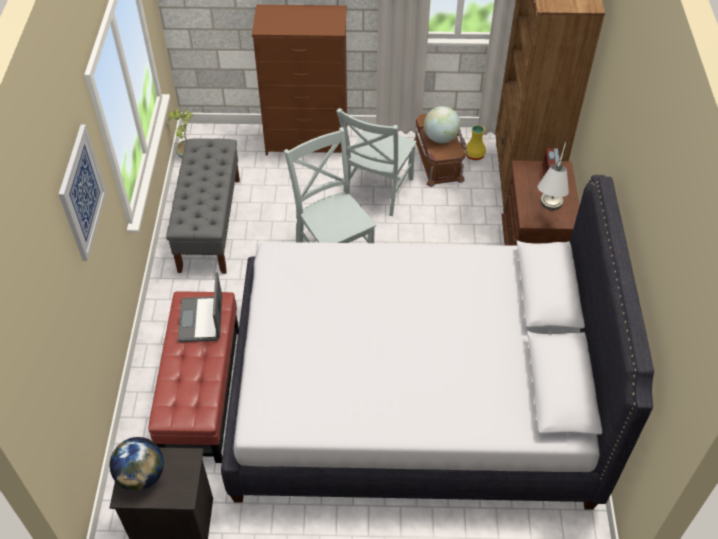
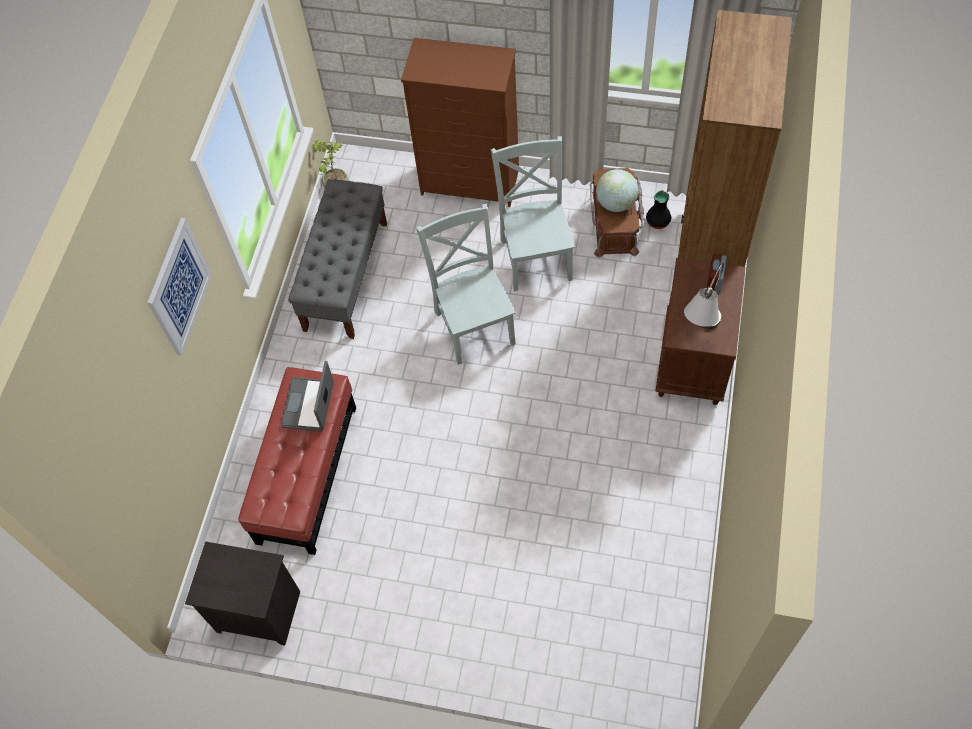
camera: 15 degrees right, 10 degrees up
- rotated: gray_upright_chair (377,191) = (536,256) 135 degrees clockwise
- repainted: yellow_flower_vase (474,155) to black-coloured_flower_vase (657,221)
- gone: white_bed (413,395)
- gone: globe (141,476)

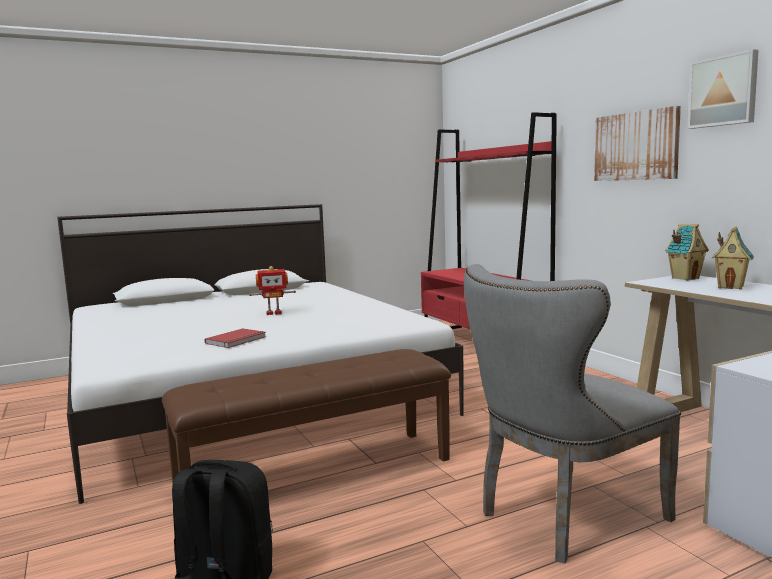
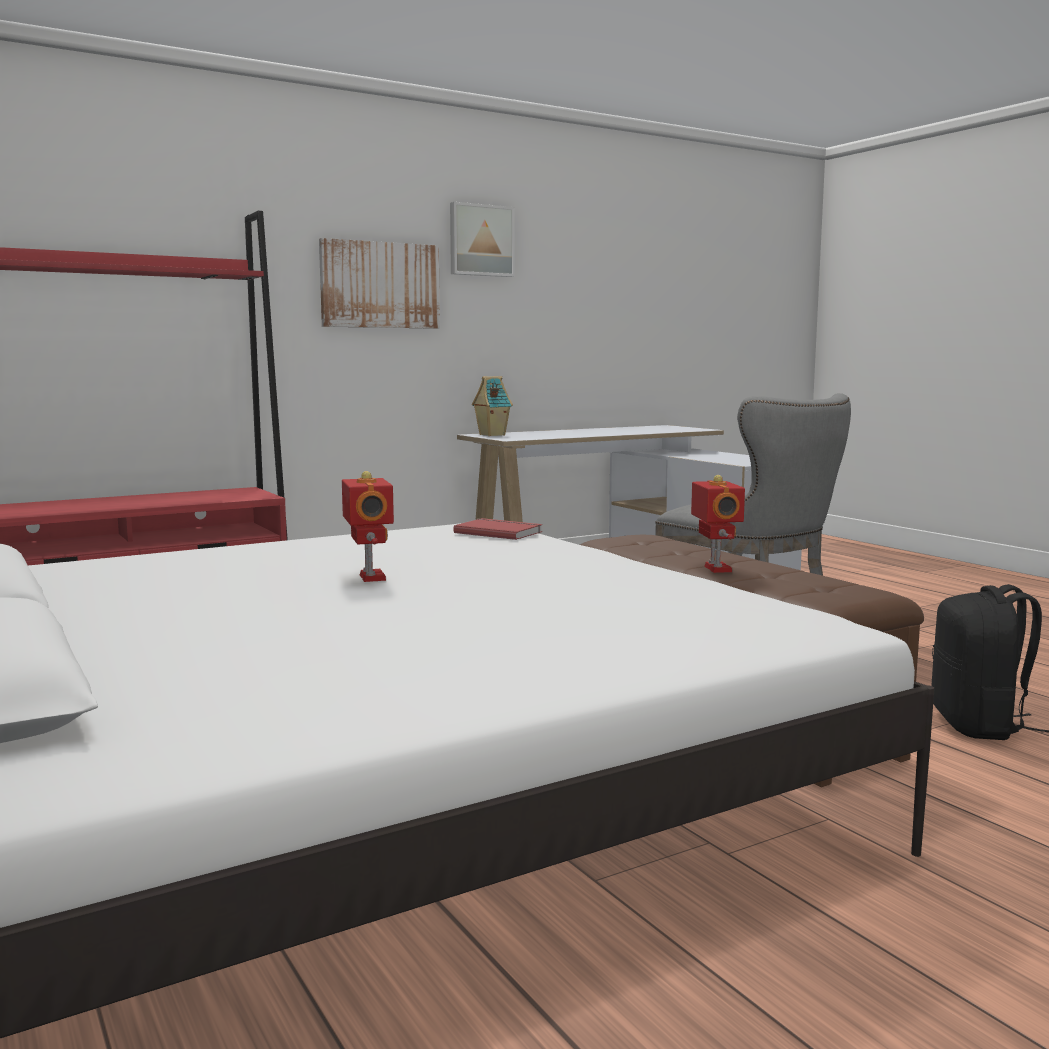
camera: 95 degrees left, 0 degrees up
- gone: toy_house (731,287)
- shifted: red-coloured_bound_book (237,340) to (499,532)
- new: model_robot (715,569)

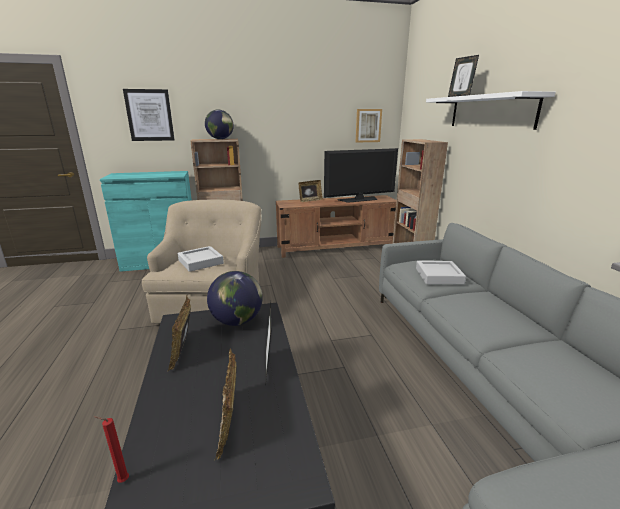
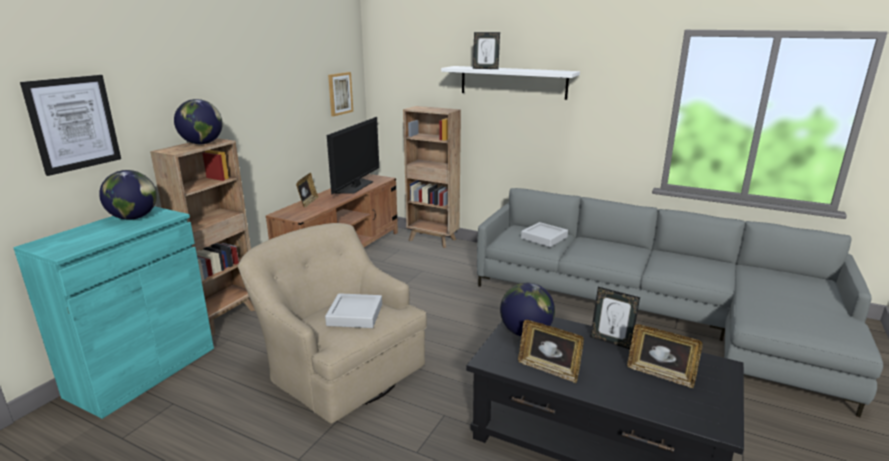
camera: 50 degrees left, 0 degrees up
- gone: red-coloured_wax_light (122,481)
- new: globe (134,218)

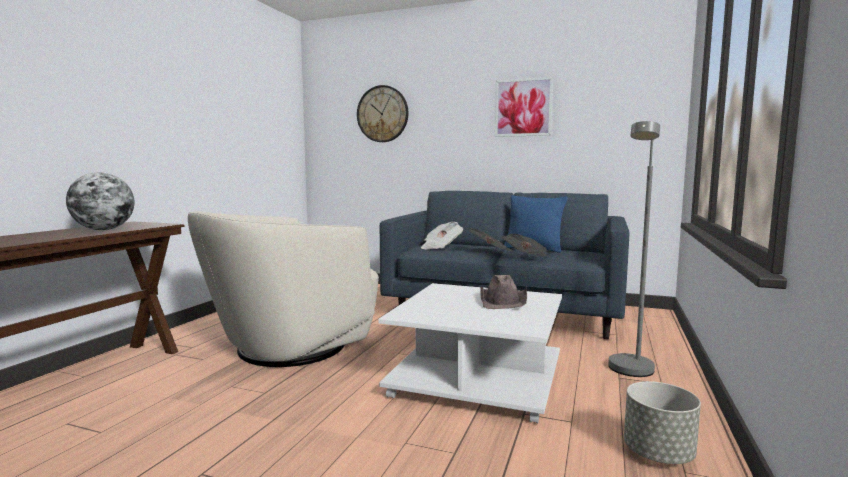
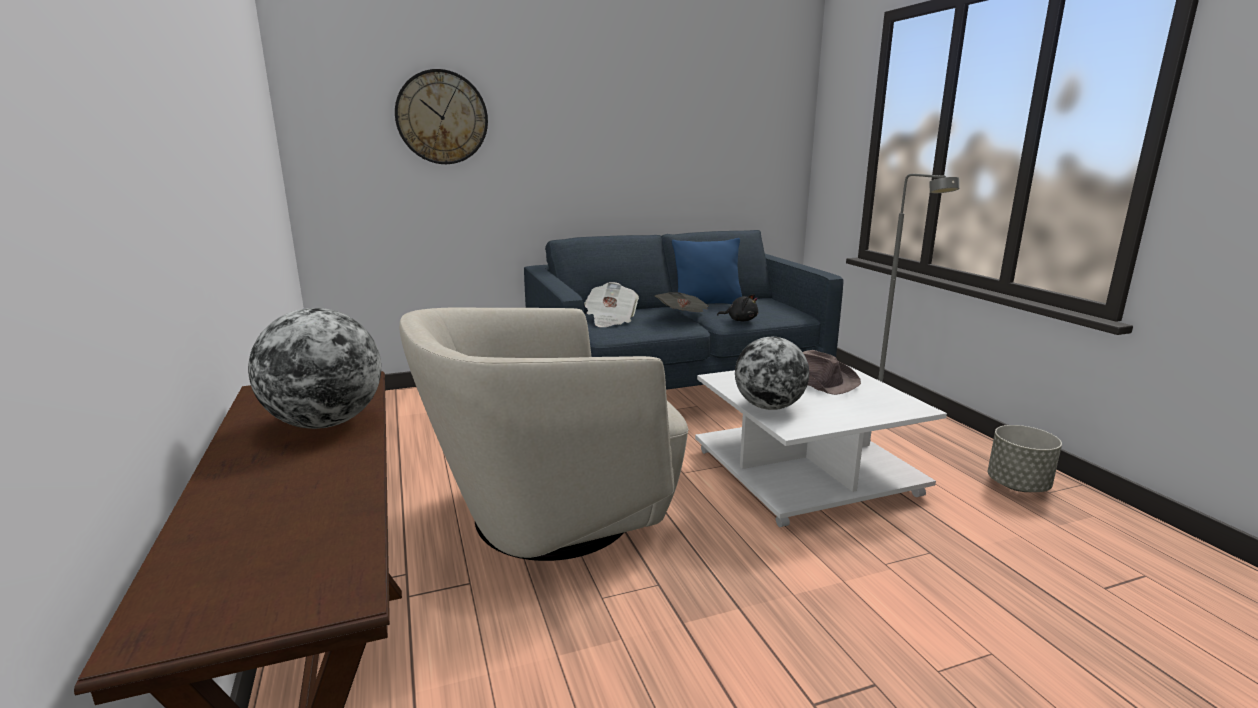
camera: 40 degrees left, 10 degrees up
- gone: wall_art (523,107)
- rotated: sand-coloured_armchair (289,347) = (550,515) 60 degrees clockwise
- swapped: newspaper (526,258) to black-coloured_cuddly_toy (740,320)
- new: globe (769,407)

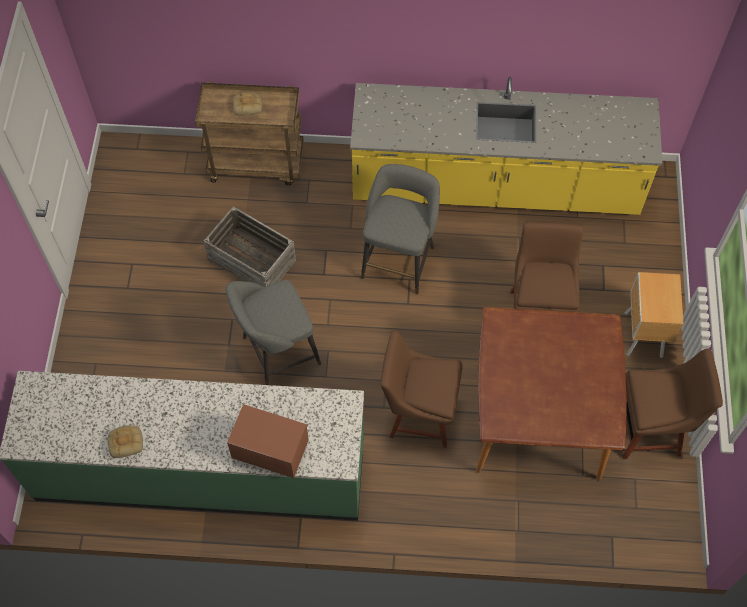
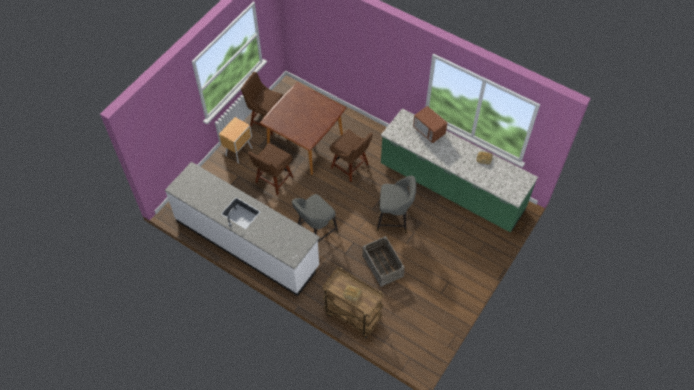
camera: 150 degrees left, 5 degrees down
- repainted: yellow_kitchen_base_unit (495,187) to white_kitchen_base_unit (247,243)

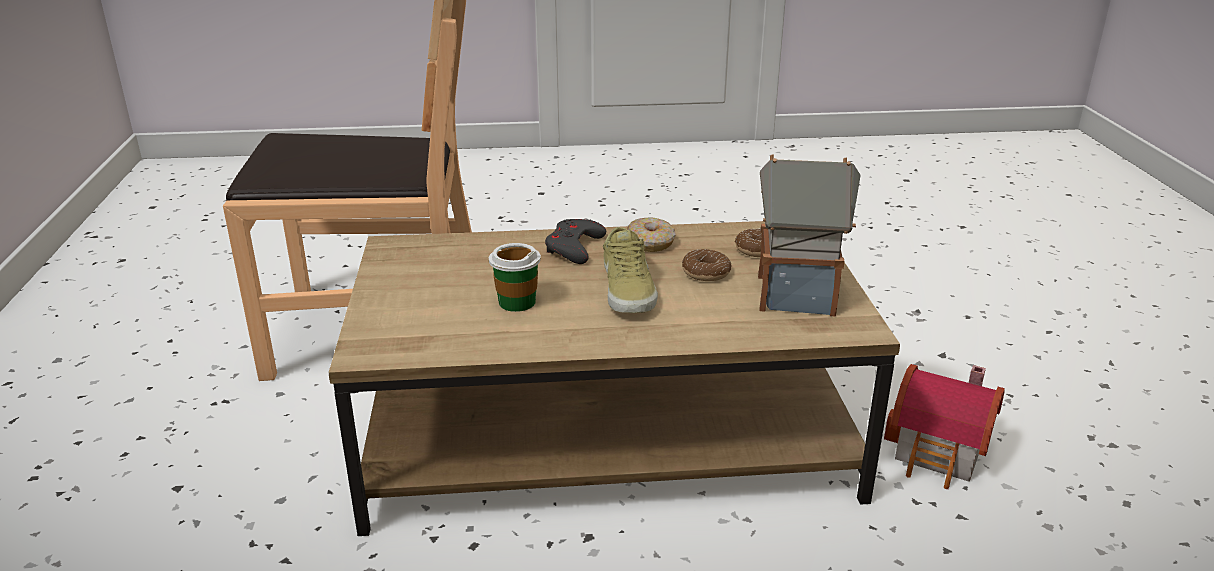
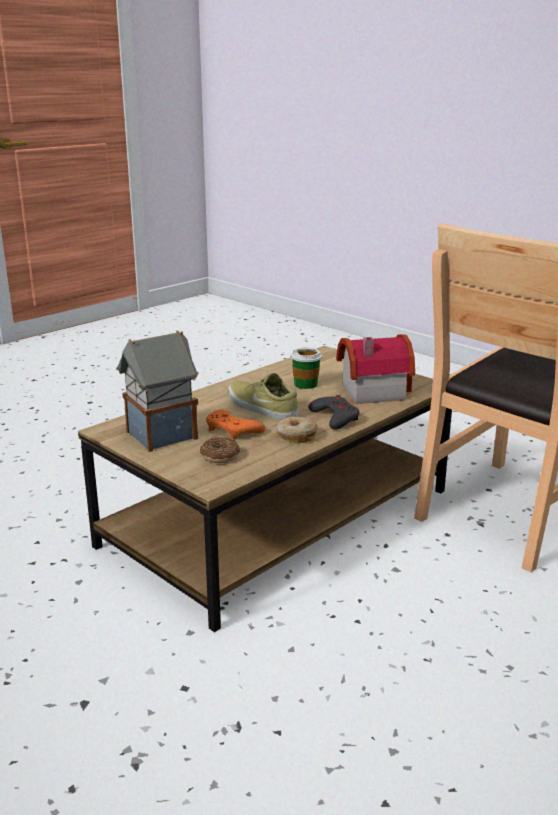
camera: 140 degrees right, 5 degrees down
- swapped: donut (706,273) to orange_game_controller (233,430)
- shifted: toy_house (940,454) to (370,390)

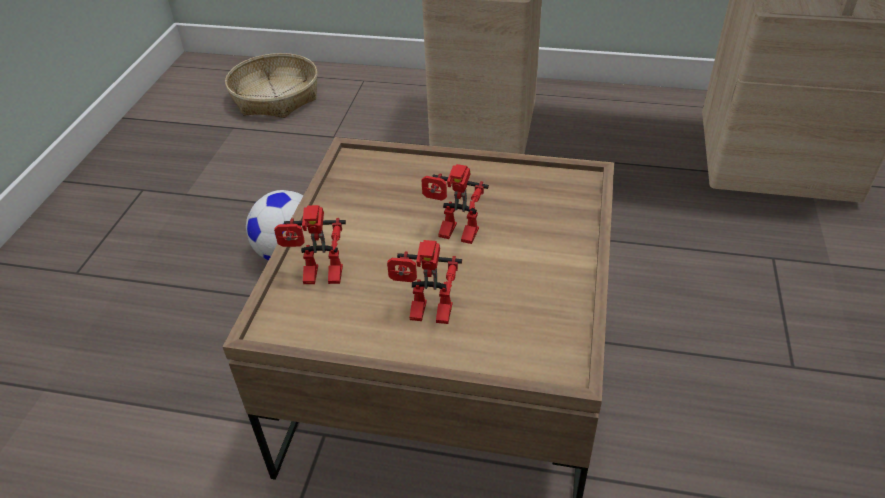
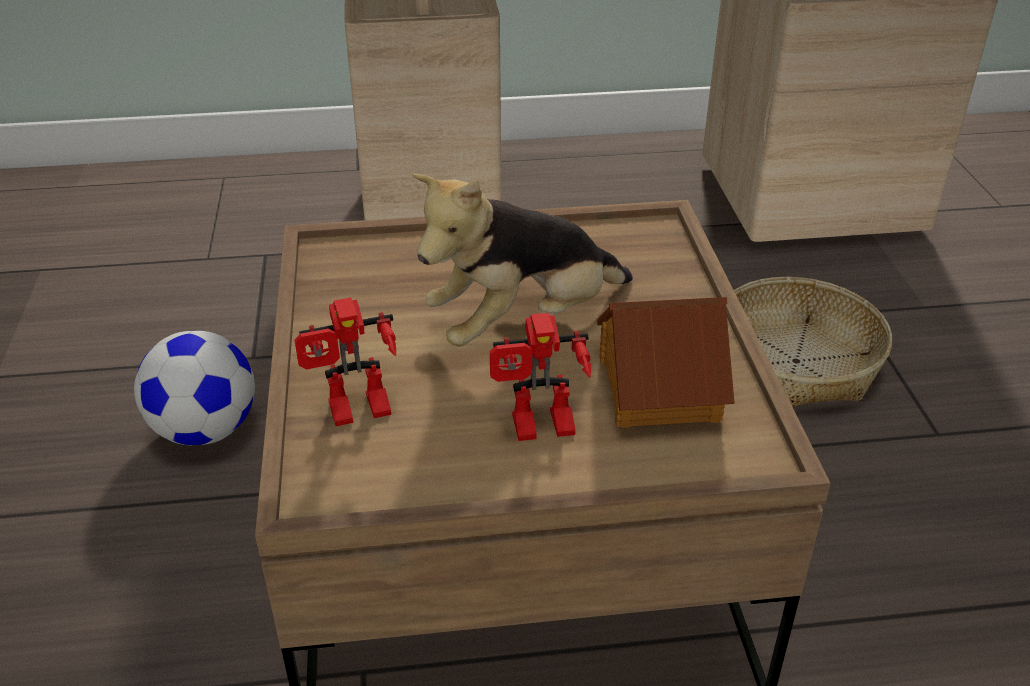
camera: 20 degrees left, 5 degrees down
- shifted: storage_basket (275,97) to (795,362)
- swapped: model_robot (454,235) to cuddly_toy (523,322)
- new: toy_house (656,387)

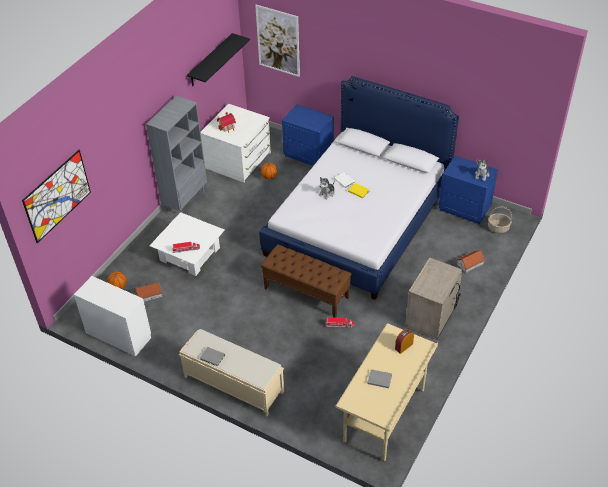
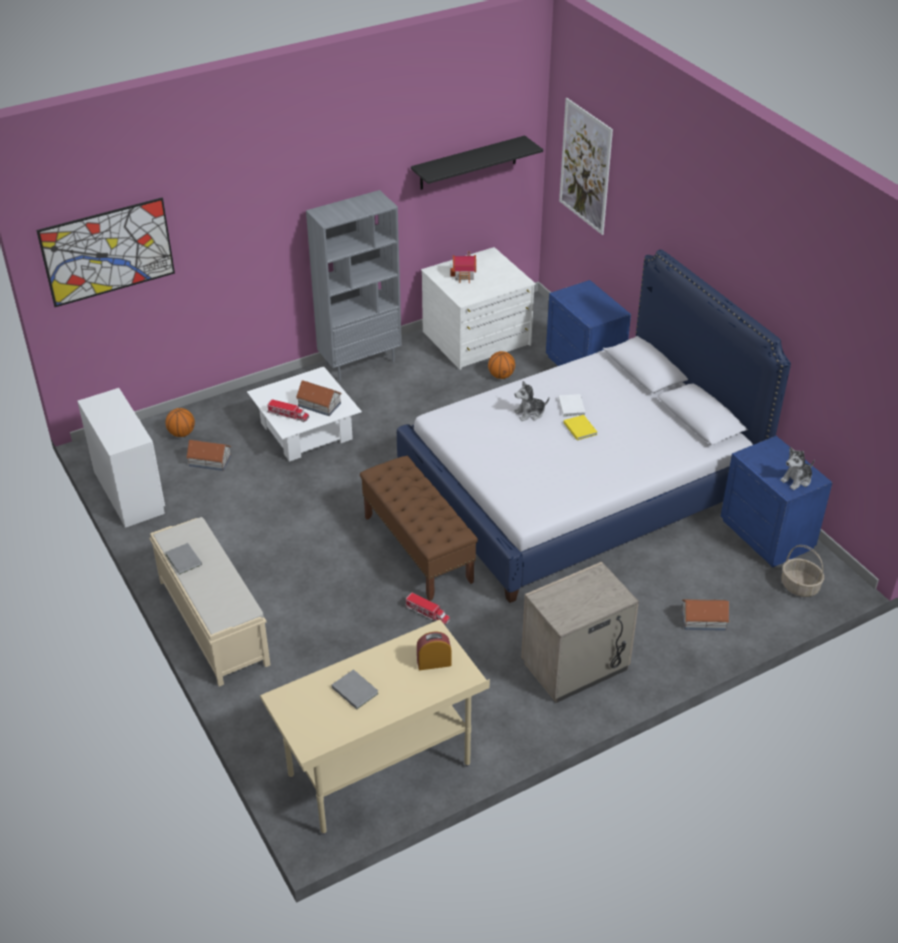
camera: 30 degrees right, 5 degrees down
- new: toy_house (319,404)

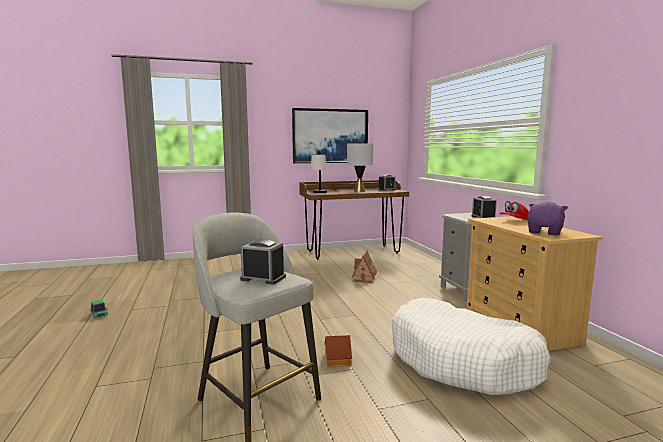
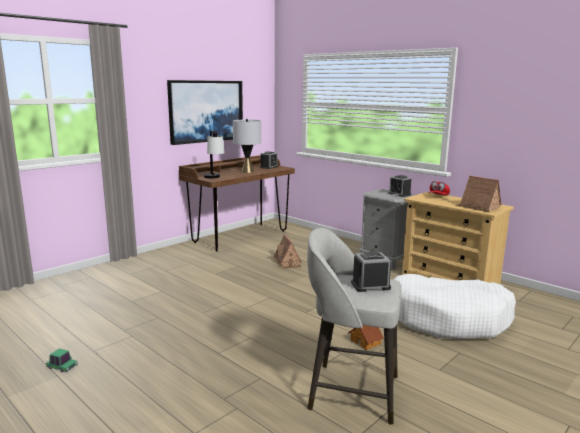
camera: 30 degrees left, 5 degrees up
- swapped: purple-coloured_cuddly_toy (545,232) to toy_house (478,207)

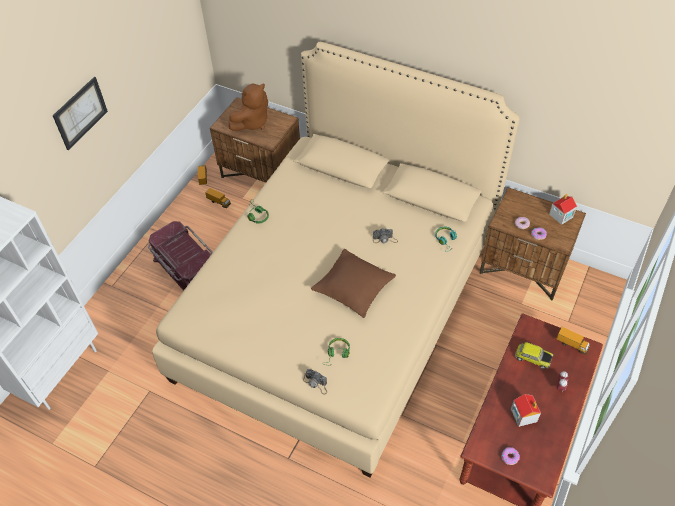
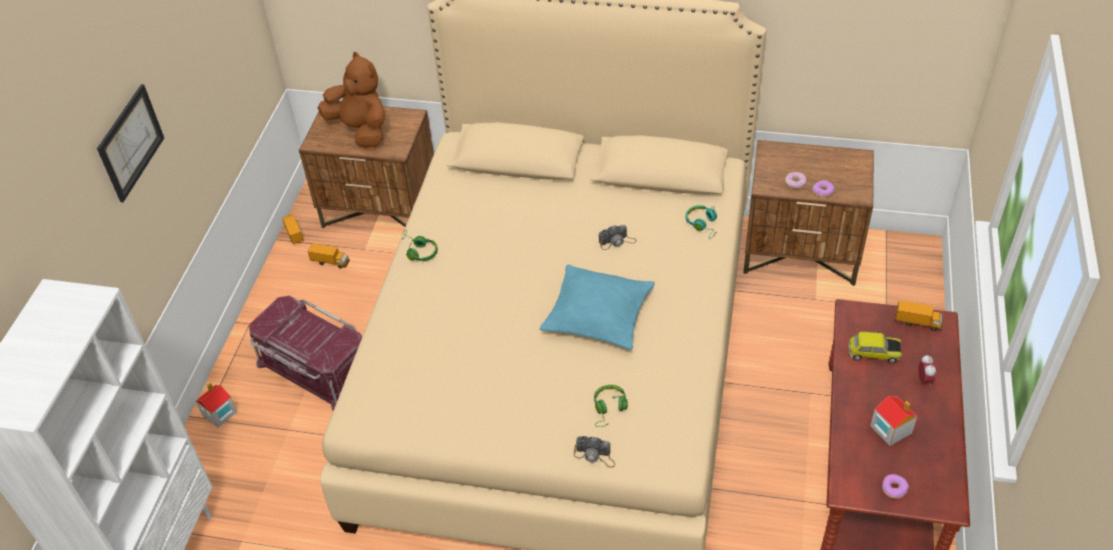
camera: 15 degrees left, 5 degrees down
- rotated: brownish_cuddly_toy (252,122) = (361,130) 75 degrees counterclockwise
- shifted: toy_house (560,216) to (219,414)
- repainted: brownish_pillow (353,287) to blue-green_pillow (598,315)

